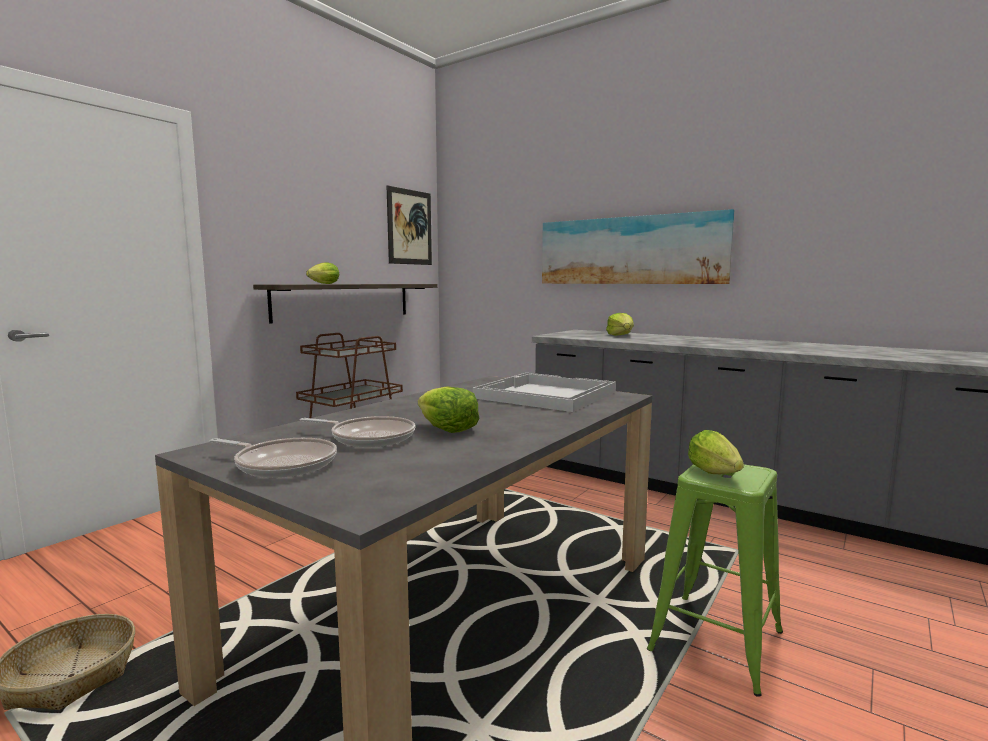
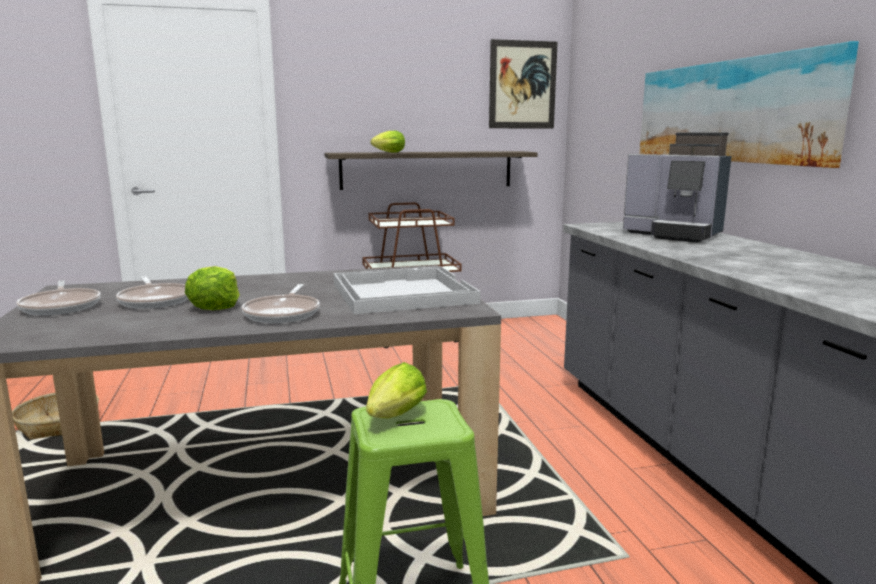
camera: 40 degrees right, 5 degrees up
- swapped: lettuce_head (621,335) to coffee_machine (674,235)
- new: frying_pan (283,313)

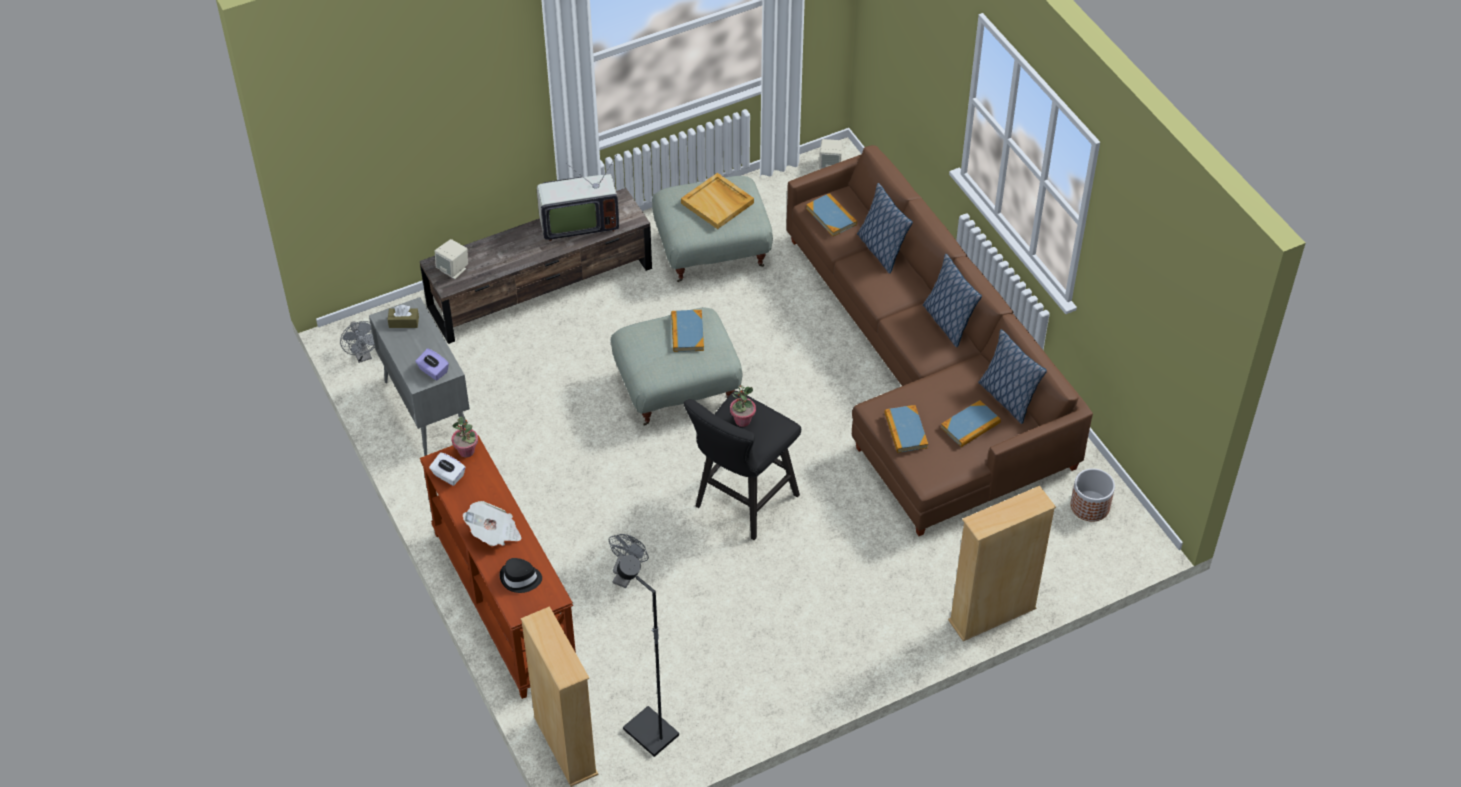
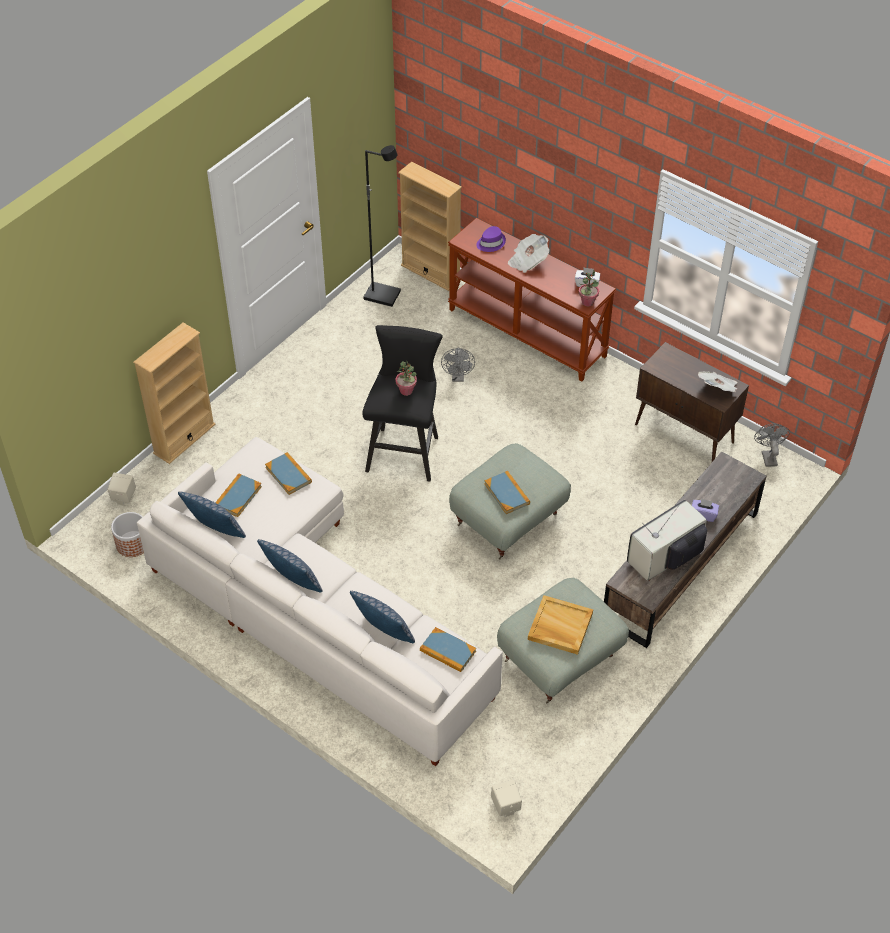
camera: 155 degrees right, 0 degrees up
- repainted: brownish_settee (925,372) to white_settee (311,611)
- shifted: sand-coloured_loudspeaker (453,269) to (123,497)
- repainted: gray_storage_cabinet (426,410) to brownish_storage_cabinet (685,434)
- swapped: brownish_tissue_holder (404,322) to newspaper (718,389)
- rotated: gray_cooling_fan (363,356) = (768,456) 45 degrees clockwise
- shifted: purple-coloured_tissue_holder (433,371) to (703,515)
- repainted: black-coloured_clothing_hat (520,579) to purple-coloured_clothing_hat (490,243)

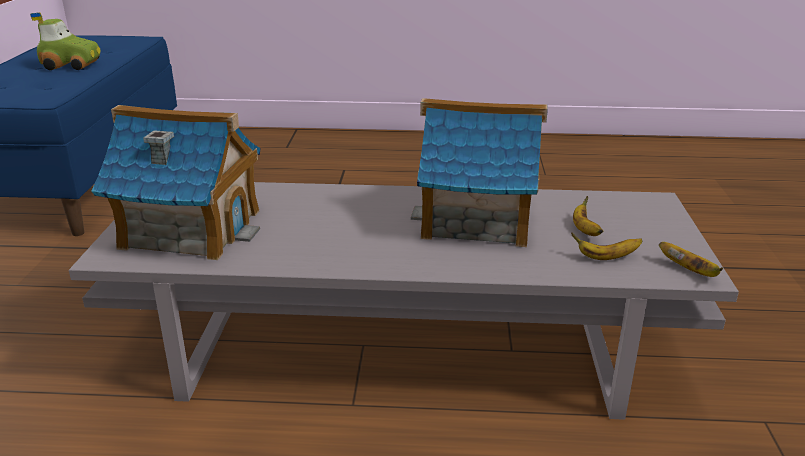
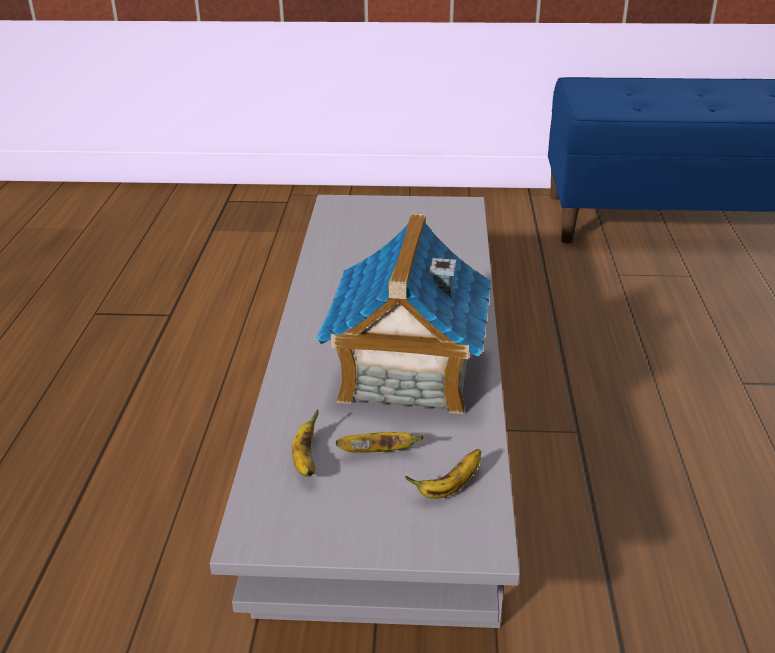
camera: 90 degrees right, 5 degrees up
- gone: miniature_car (72,65)
- gone: toy_house (190,229)
- shifted: whole_banana (690,271) to (449,487)

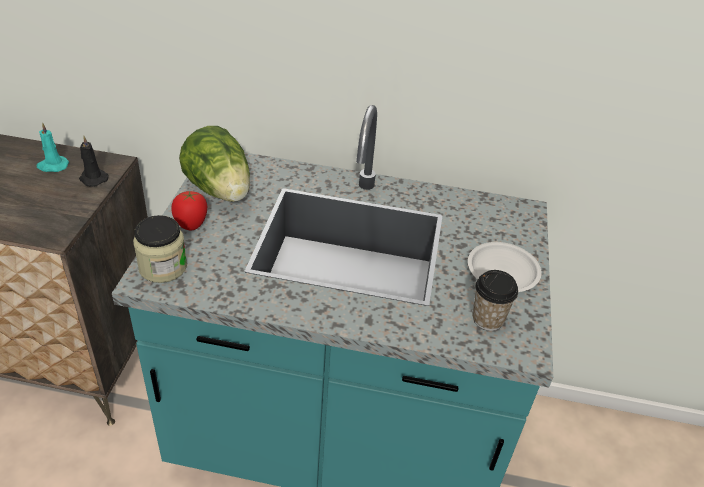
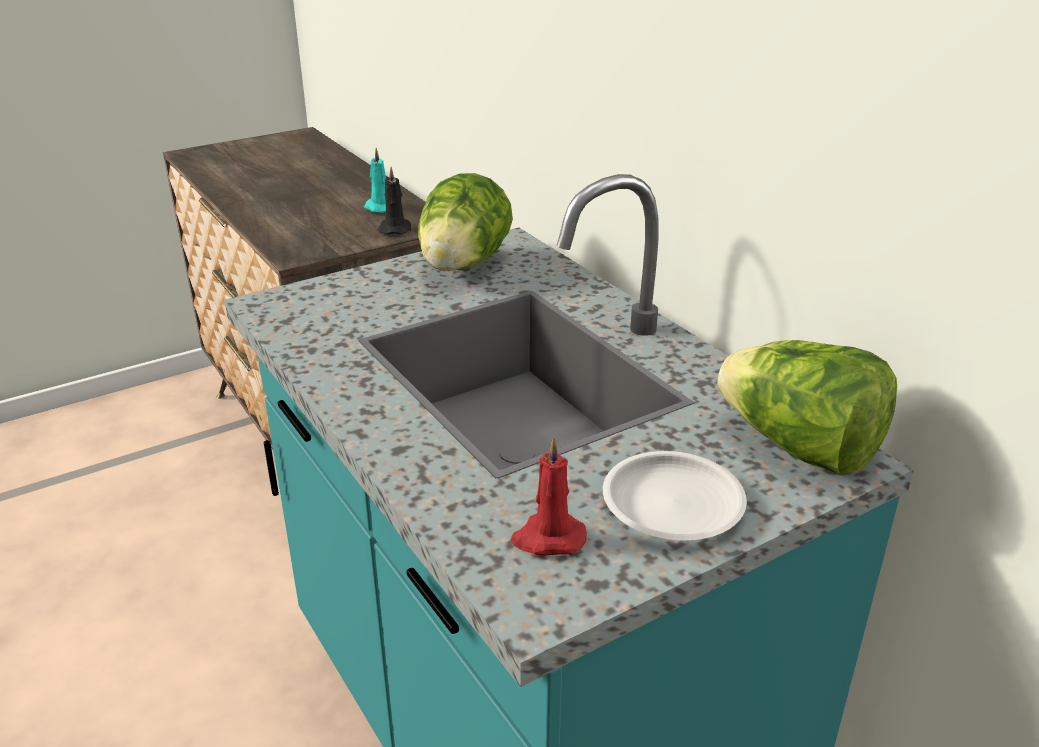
camera: 50 degrees right, 10 degrees down
- gone: tomato (191,226)
- gone: preserve_jar (163,267)
- swapped: drinking_cup (487,319) to red-coloured_wax_light (548,538)
- new: lettuce_head (799,448)

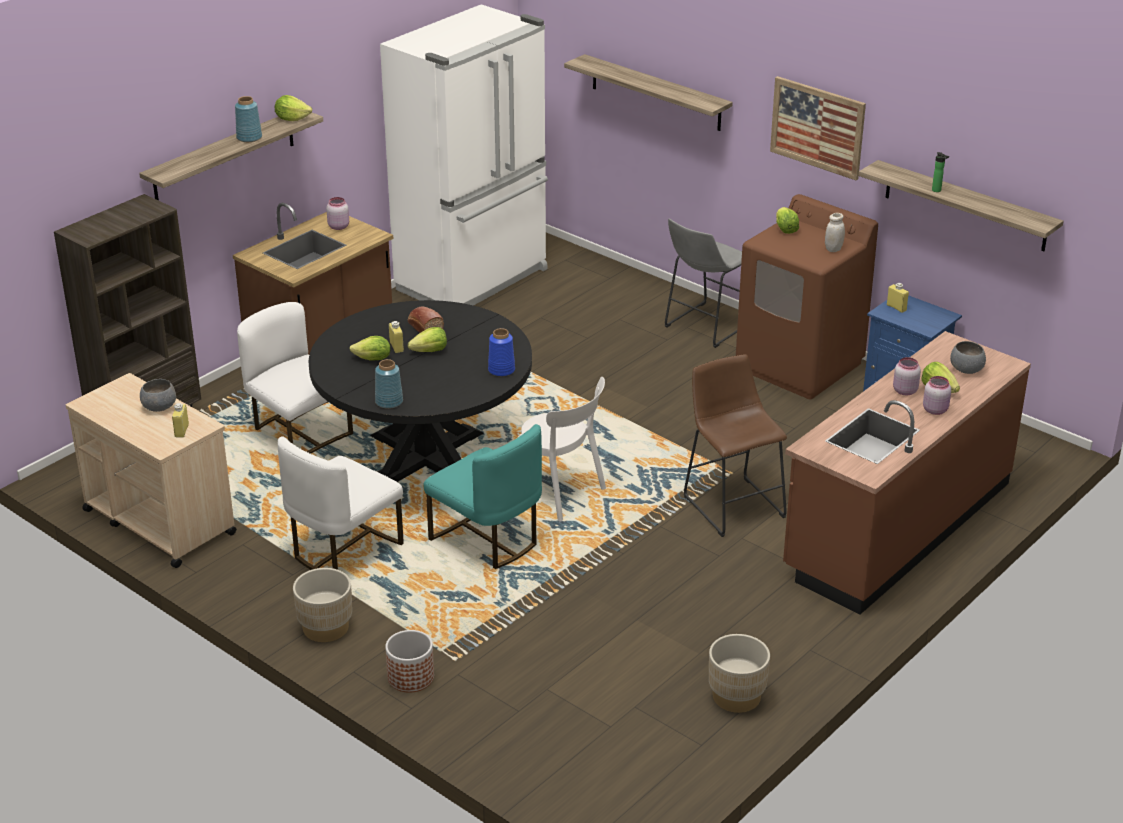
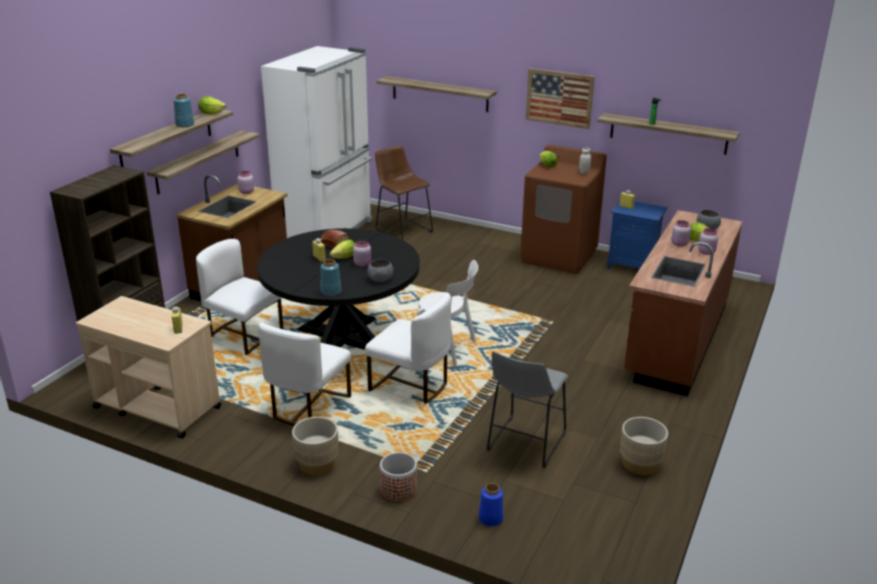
camera: 15 degrees left, 5 degrees down
- shifted: gray_stool_seat (705,326) to (524,444)
- shifted: bluish_flower_vase (502,370) to (491,518)
- gone: lettuce_head (373,359)
- shifted: brownish_stool_seat (731,503) to (402,229)
- shifted: gray_bowl (159,407) to (380,279)
- repainted: blue-green_upright_chair (487,540) to white_upright_chair (410,385)
- new: shelf (198,162)
- new: pinkish_preserve_jar (362,264)

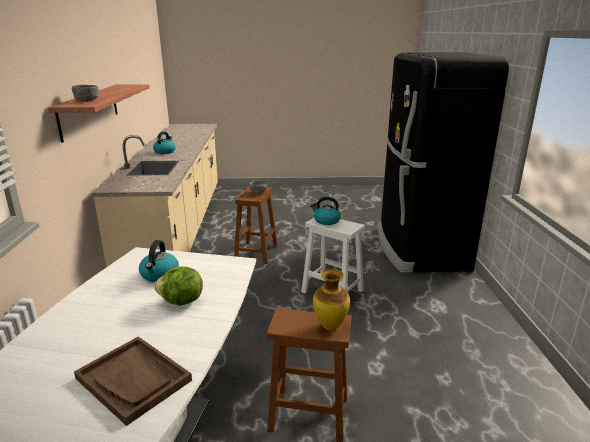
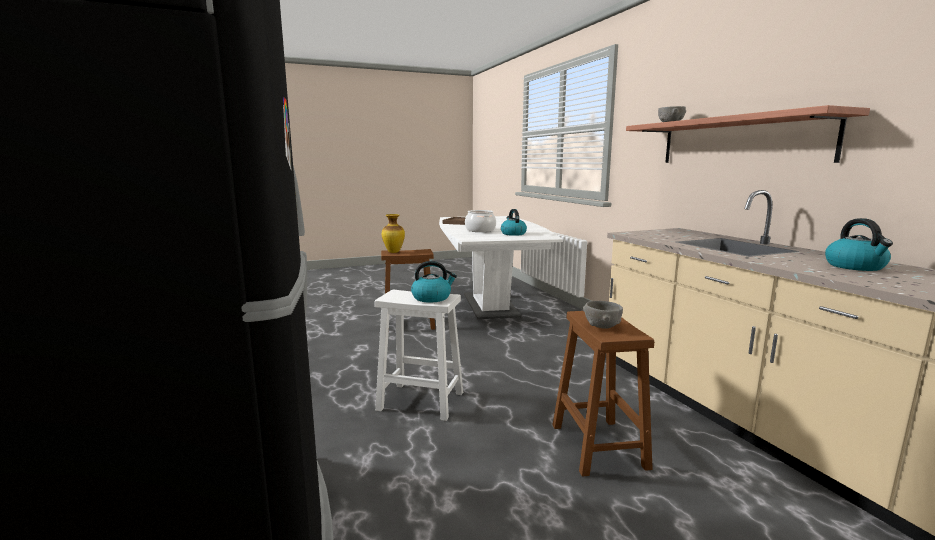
camera: 160 degrees right, 10 degrees down
- swapped: lettuce_head (181,302) to cooking_pot (480,230)

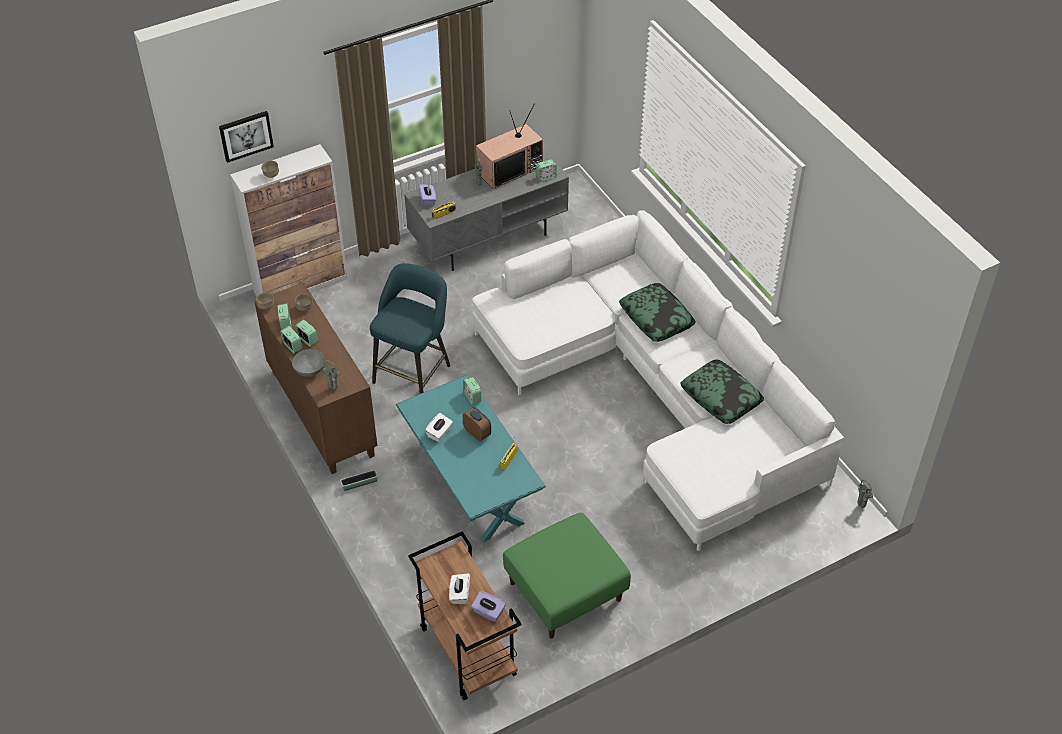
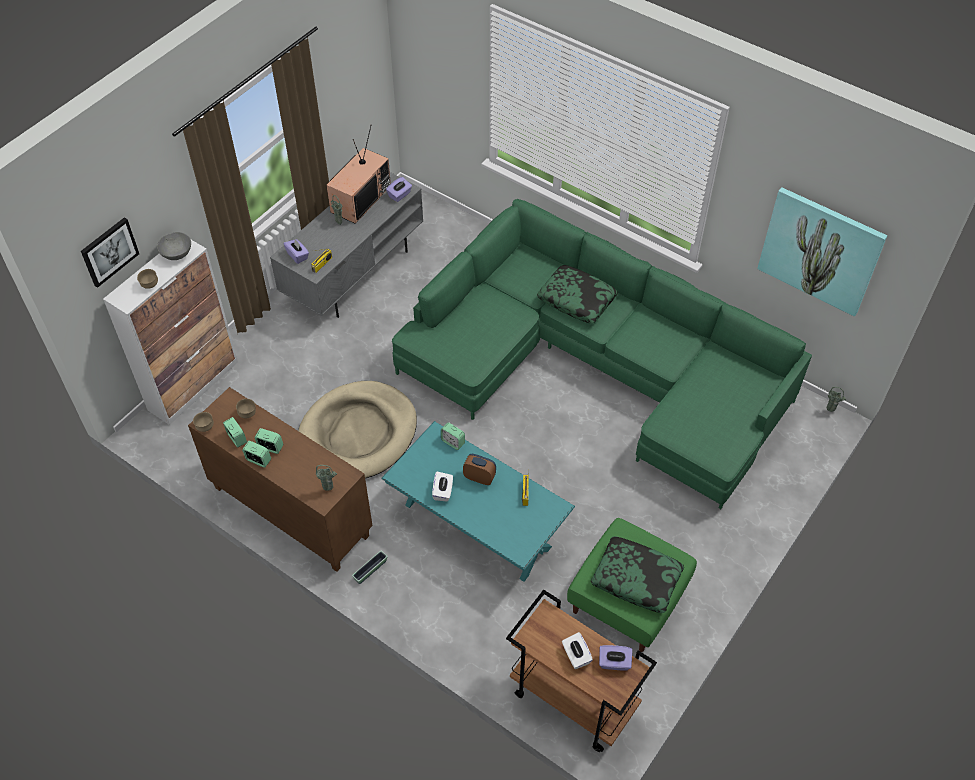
camera: 25 degrees left, 5 degrees up
- swapped: bedside_clock (546,177) to purple-coloured_tissue_holder (399,195)
- repainted: white_settee (657,391) to green_settee (596,368)
- swapped: blue-green_stool_seat (414,371) to sand-coloured_dog_cushion (358,433)
- shifted: gray_bowl (309,370) to (176,254)
- shifted: pillow (721,397) to (636,578)
- new: wall_art (820,250)

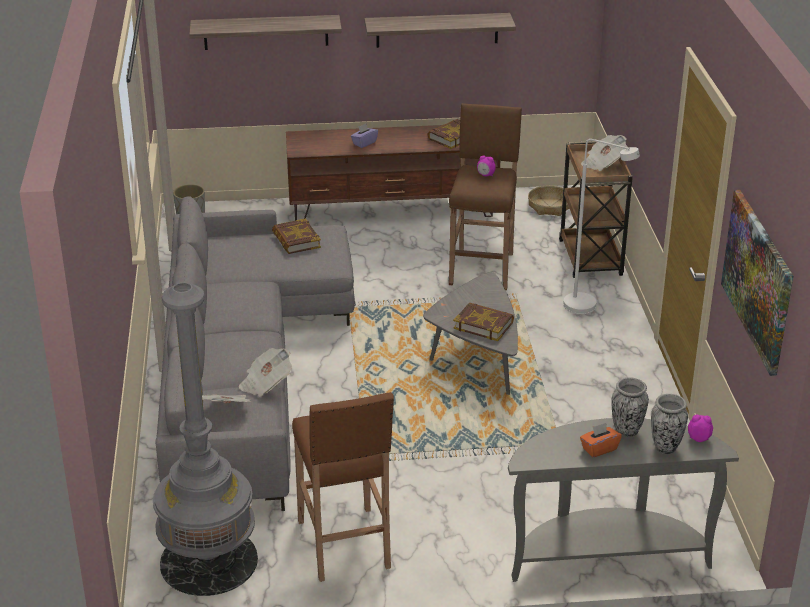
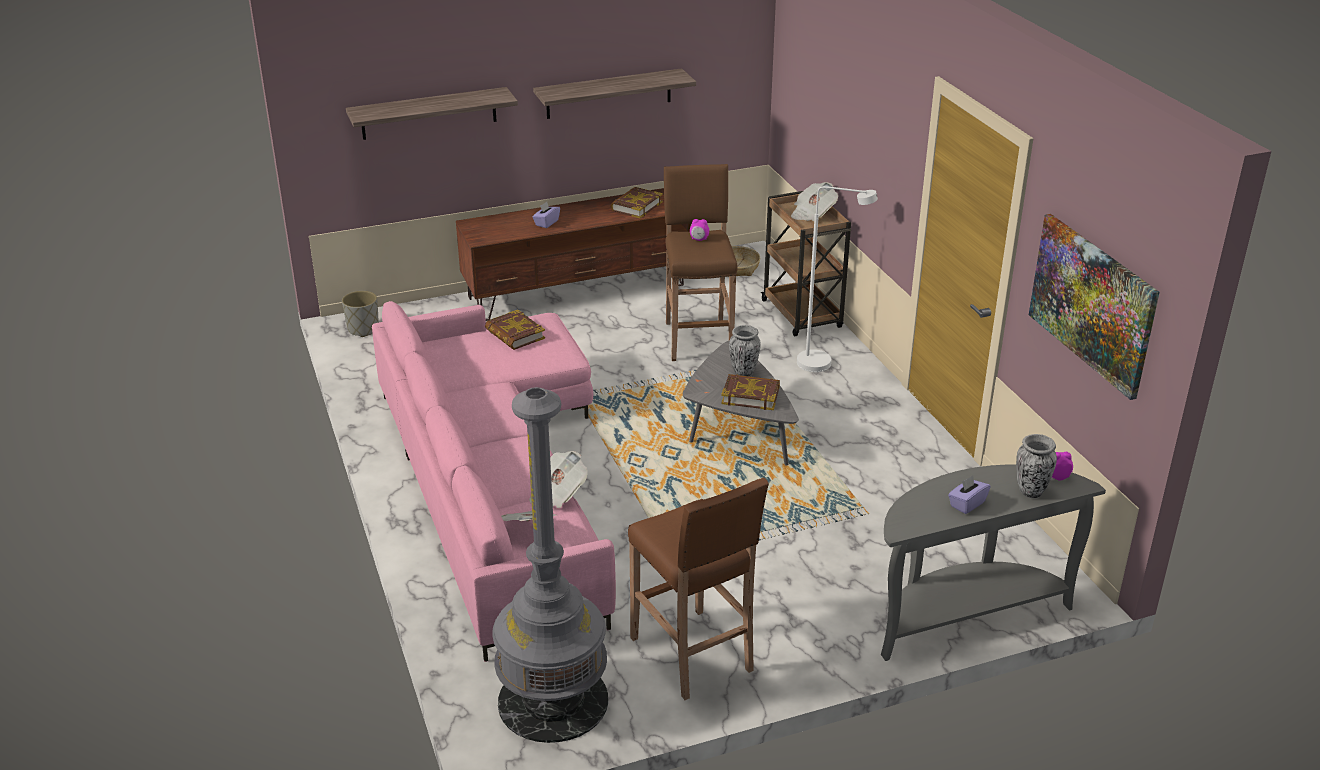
camera: 15 degrees left, 0 degrees up
- repainted: gray_settee (245,369) to pinkish_settee (496,481)
- shifted: flower_vase (627,430) to (743,372)
- repainted: orange_tissue_holder (599,449) to purple-coloured_tissue_holder (967,504)

